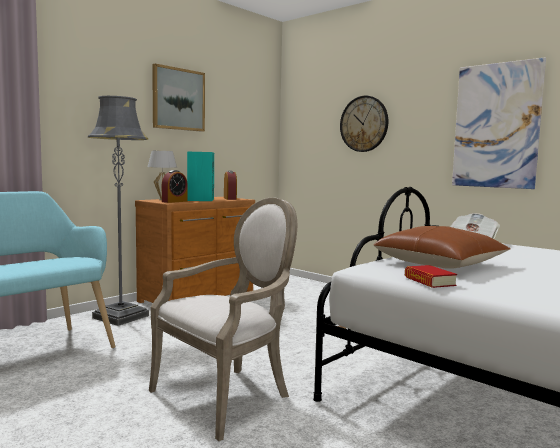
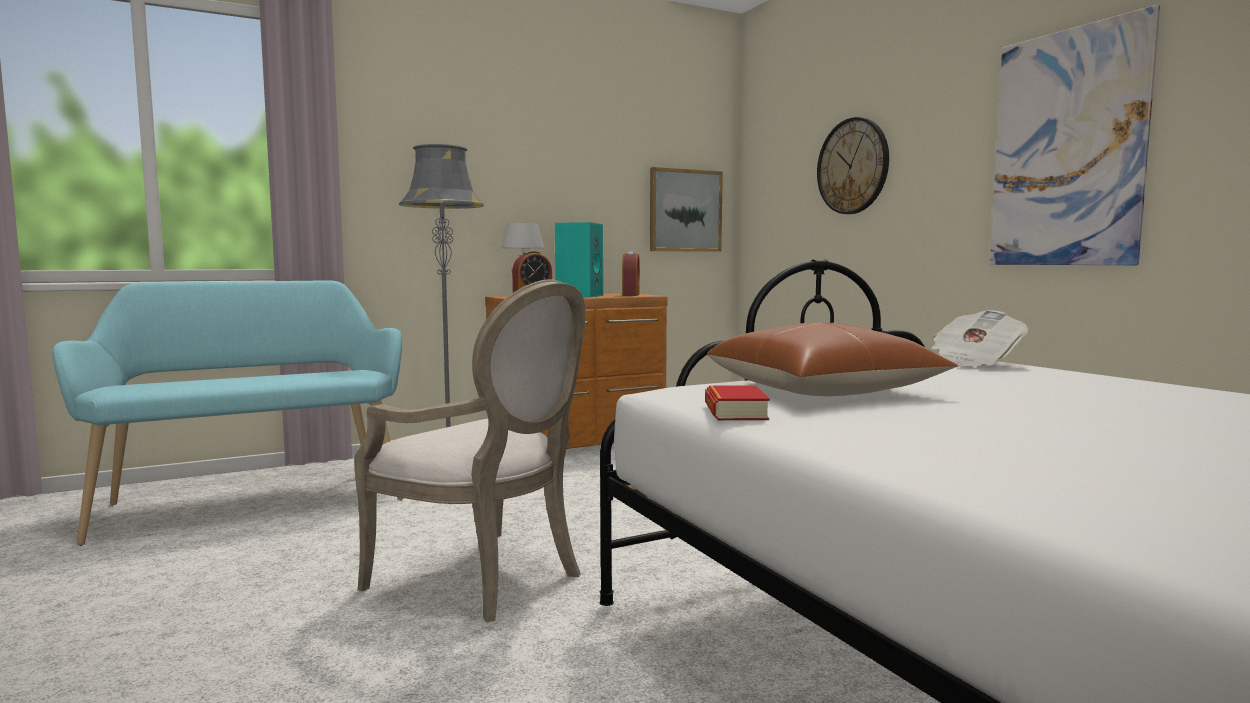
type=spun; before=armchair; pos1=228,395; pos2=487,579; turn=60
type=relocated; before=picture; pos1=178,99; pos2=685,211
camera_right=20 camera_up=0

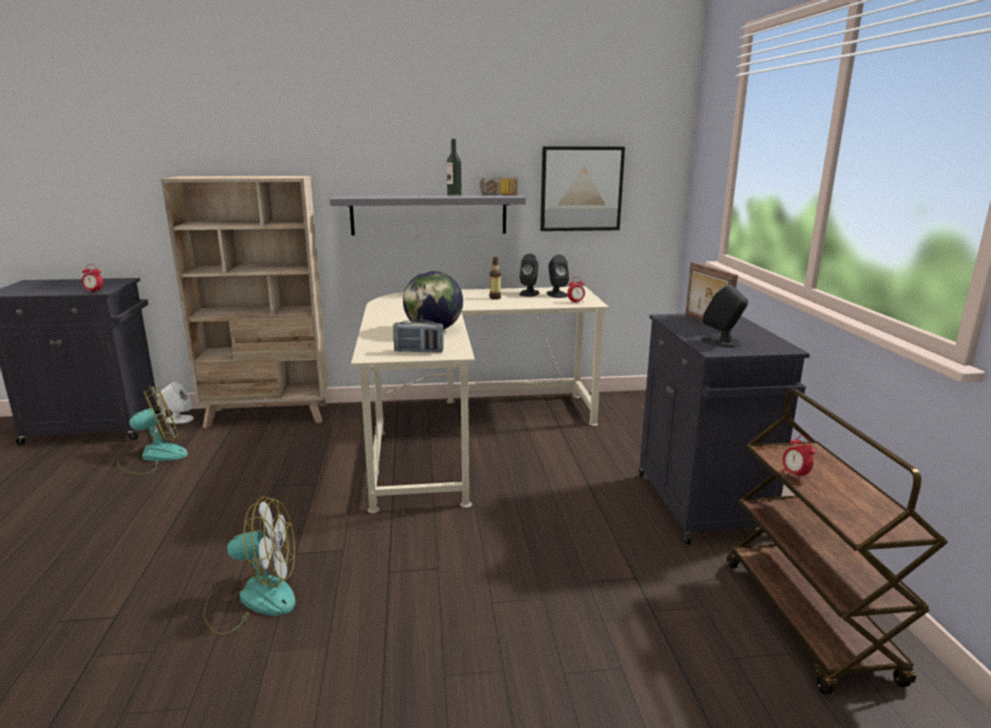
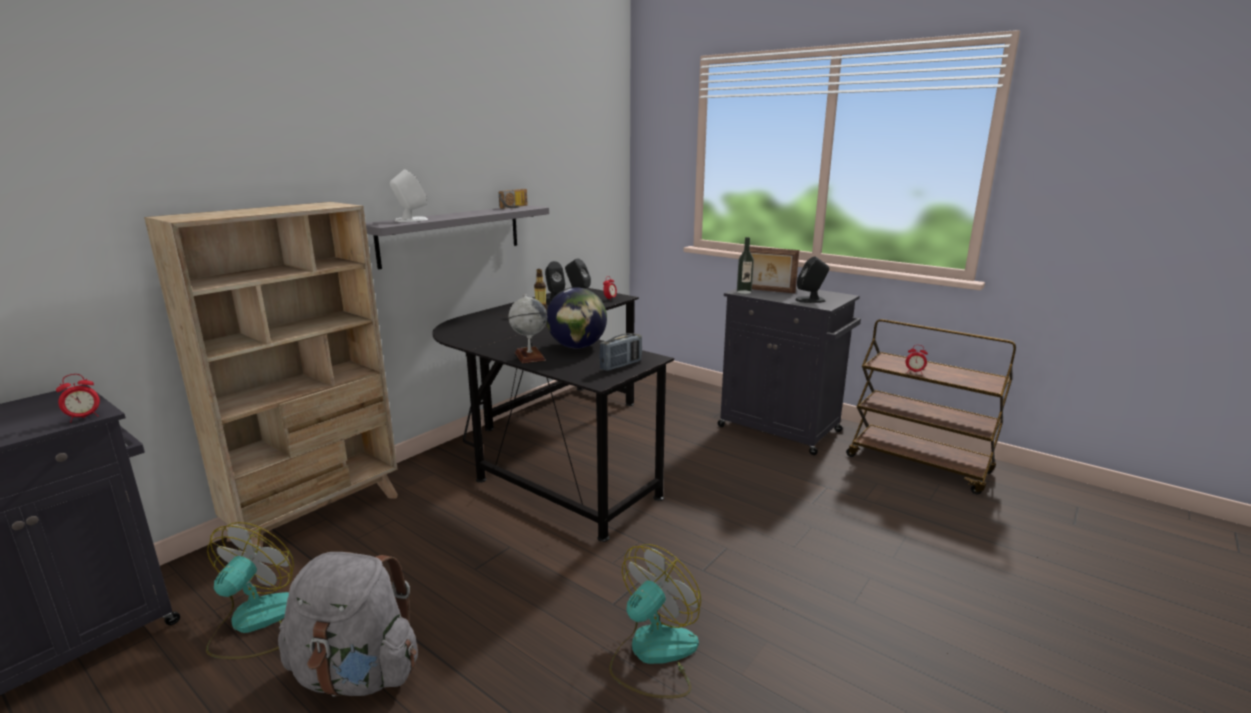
type=appeared; after=backpack (grey); pos2=357,674
type=relocated; before=speaker (white); pos1=179,419; pos2=411,220
type=colour; before=desk (beige); after=desk (black); pos1=464,433; pos2=553,449
type=appeared; after=globe; pos2=529,356
type=relocated; before=bottle; pos1=454,195; pos2=744,292
type=missing; before=picture; pos1=581,189
camera_right=-45 camera_up=0

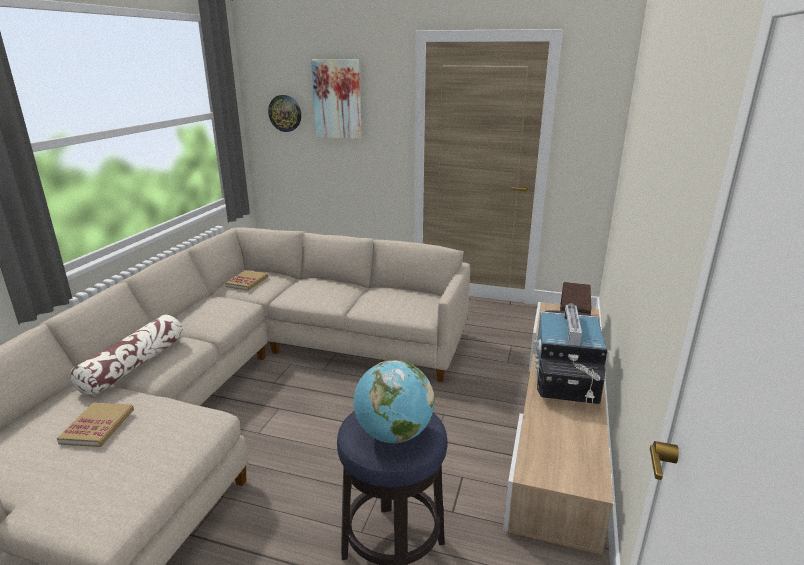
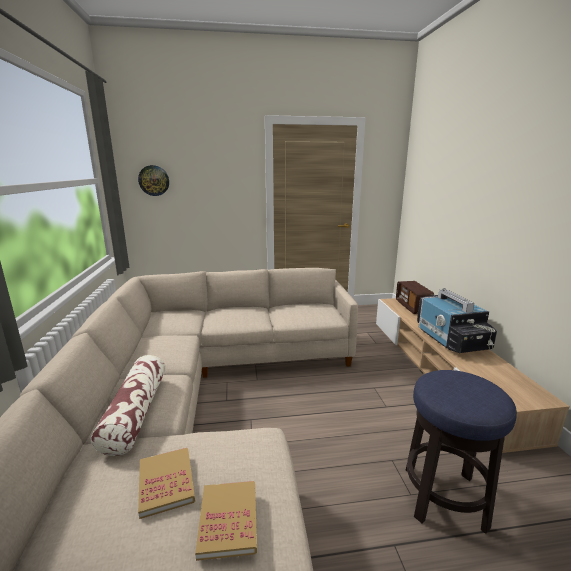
type=relocated; before=book; pos1=247,282; pos2=228,520
type=missing; before=picture; pos1=337,99
type=missing; before=globe; pos1=393,434
camera_right=-25 camera_up=-5

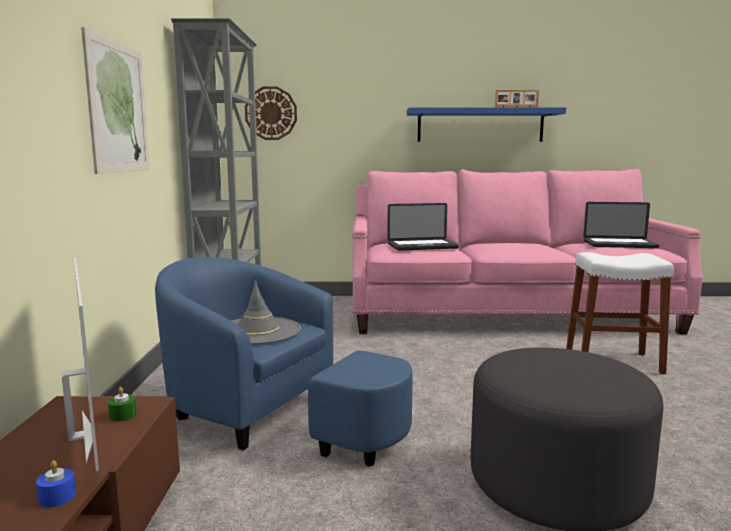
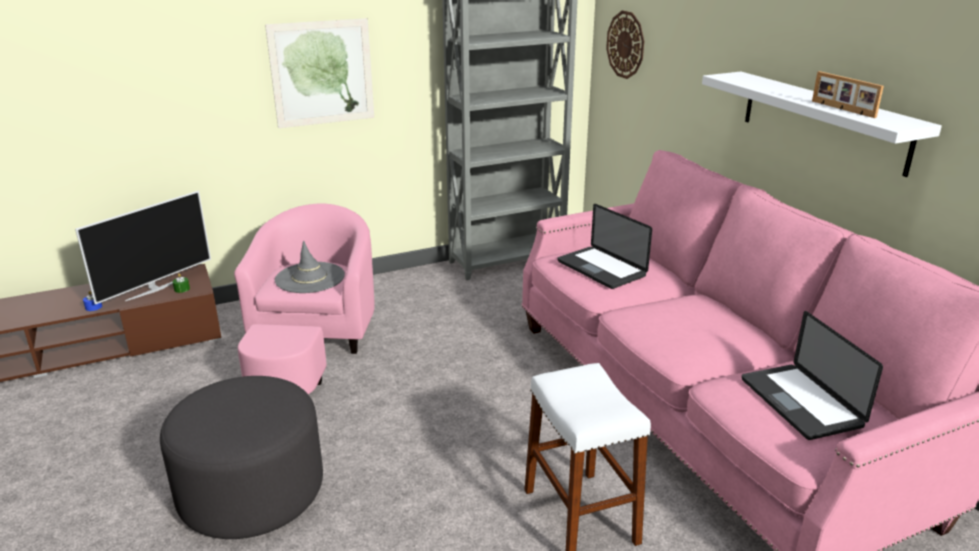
type=colour; before=armchair (blue); after=armchair (pink); pos1=271,418; pos2=312,344
type=colour; before=shelf (blue); after=shelf (white); pos1=480,125; pos2=822,120
camera_right=65 camera_up=15

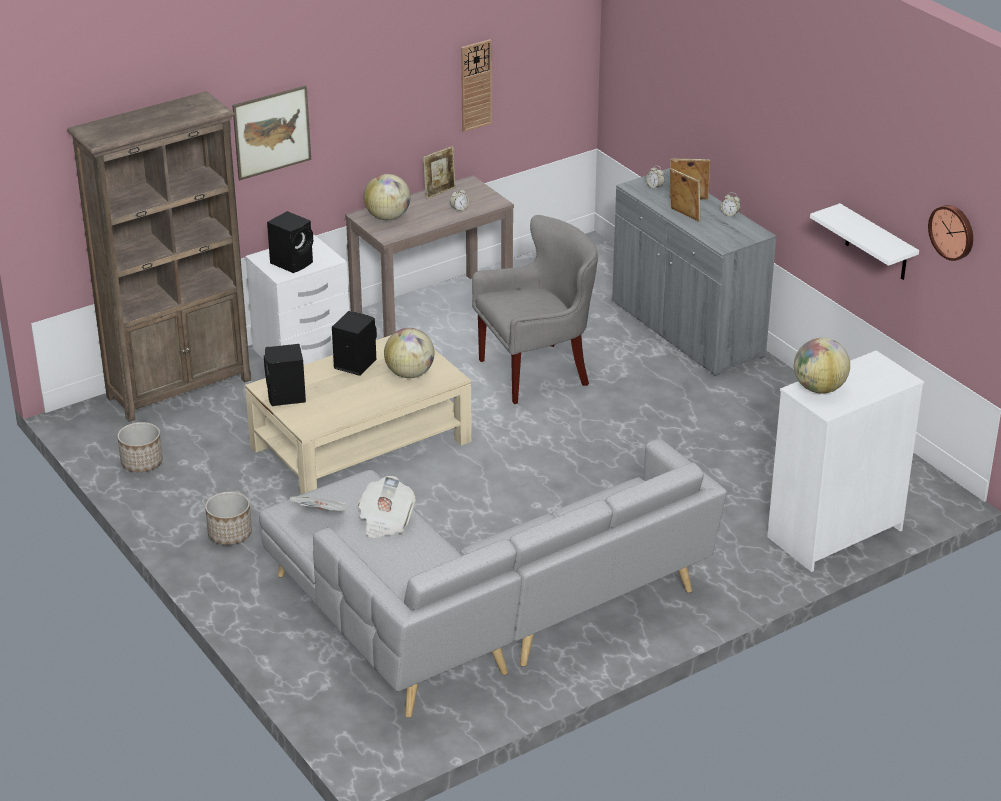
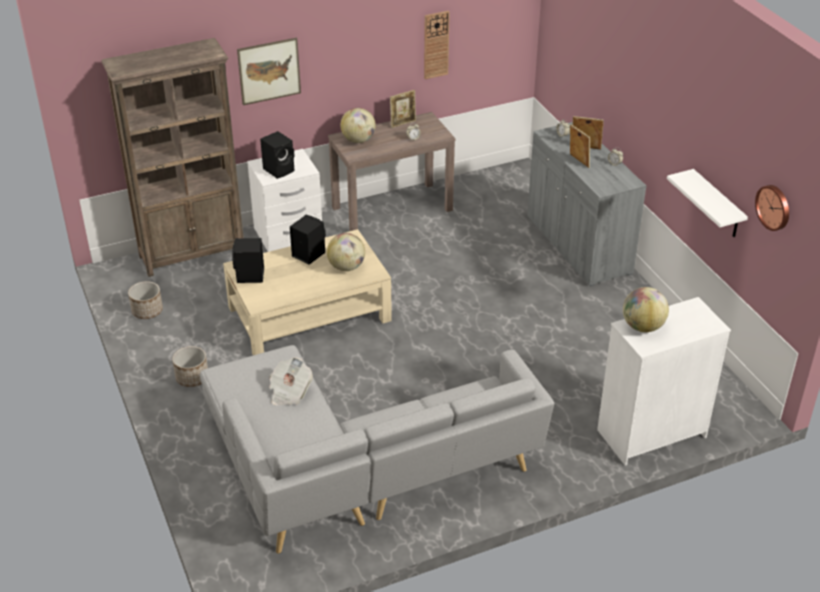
type=missing; before=newspaper; pos1=322,516
type=missing; before=armchair (grey); pos1=537,373
camera_right=10 camera_up=5

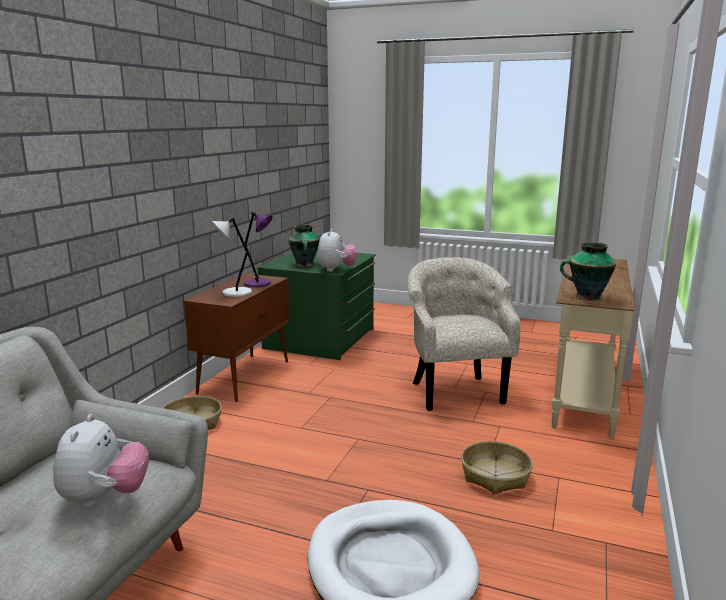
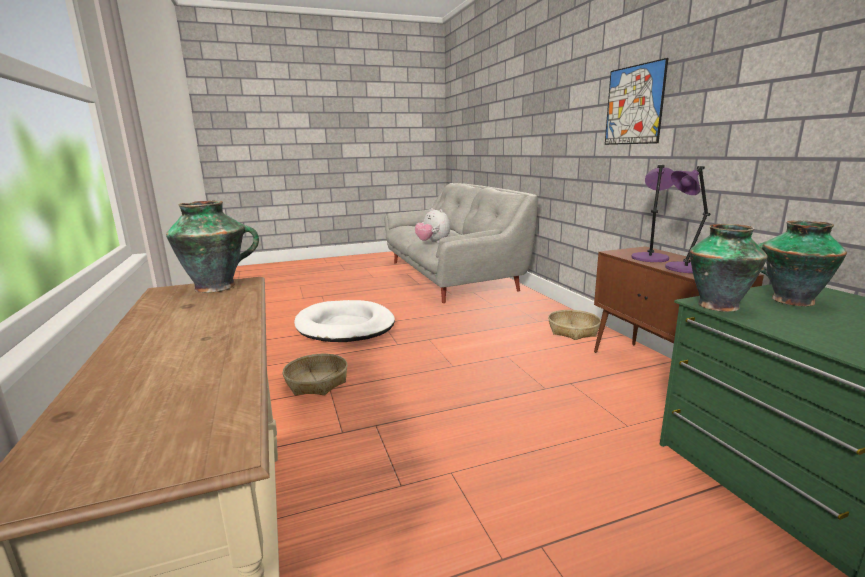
type=appeared; after=picture; pos2=634,105
type=colour; before=table lamp (white); after=table lamp (purple); pos1=235,293; pos2=649,257
type=exchanged; before=plush toy; after=vase; pos1=336,270; pos2=719,305
type=missing; before=armchair (beige); pos1=454,390
camera_right=140 camera_up=0

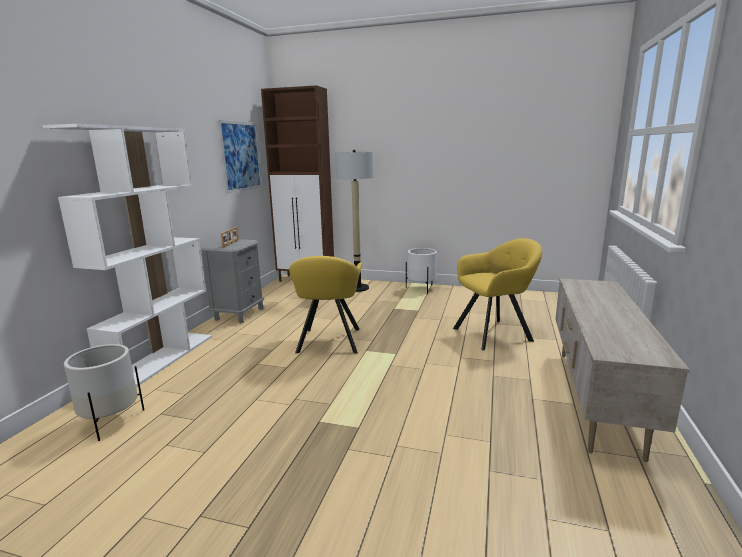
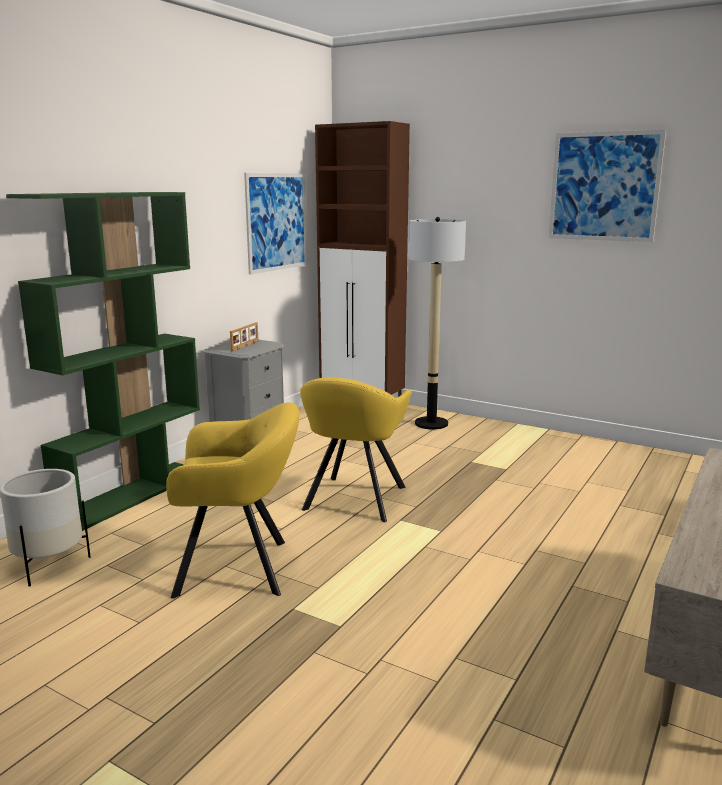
type=colour; before=bookcase (white); after=bookcase (green); pos1=161,358; pos2=133,493
type=relocated; before=armchair (yellow); pos1=495,334; pos2=239,568
type=appeared; after=picture; pos2=604,186
type=missing; before=planter (white); pos1=421,288
camera_right=15 camera_up=0

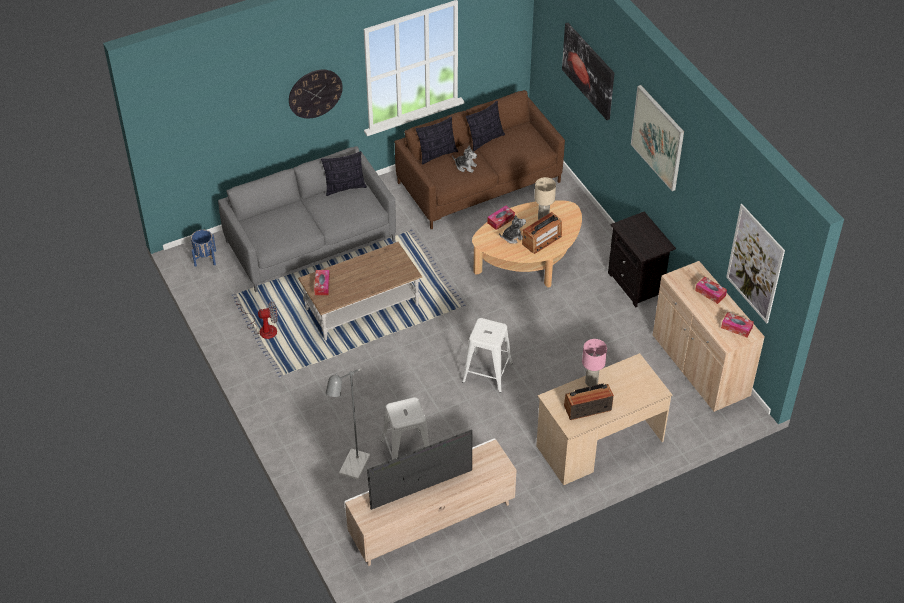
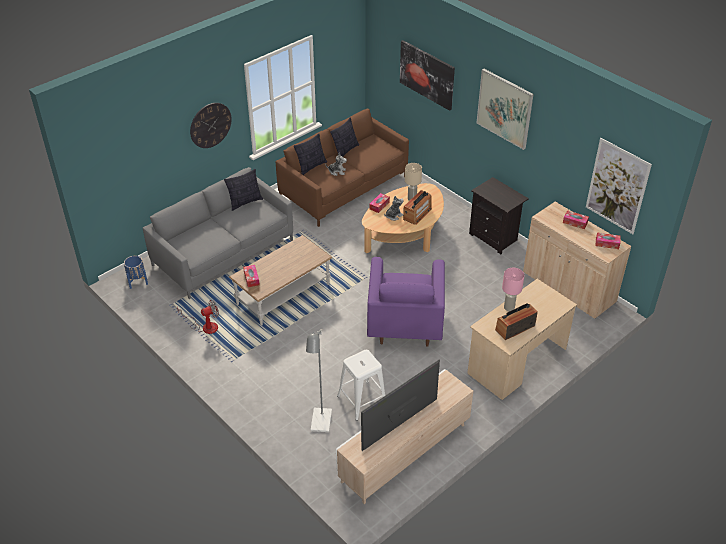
type=exchanged; before=stool (white); after=armchair (purple); pos1=487,372; pos2=404,324
camera_right=-15 camera_up=-5

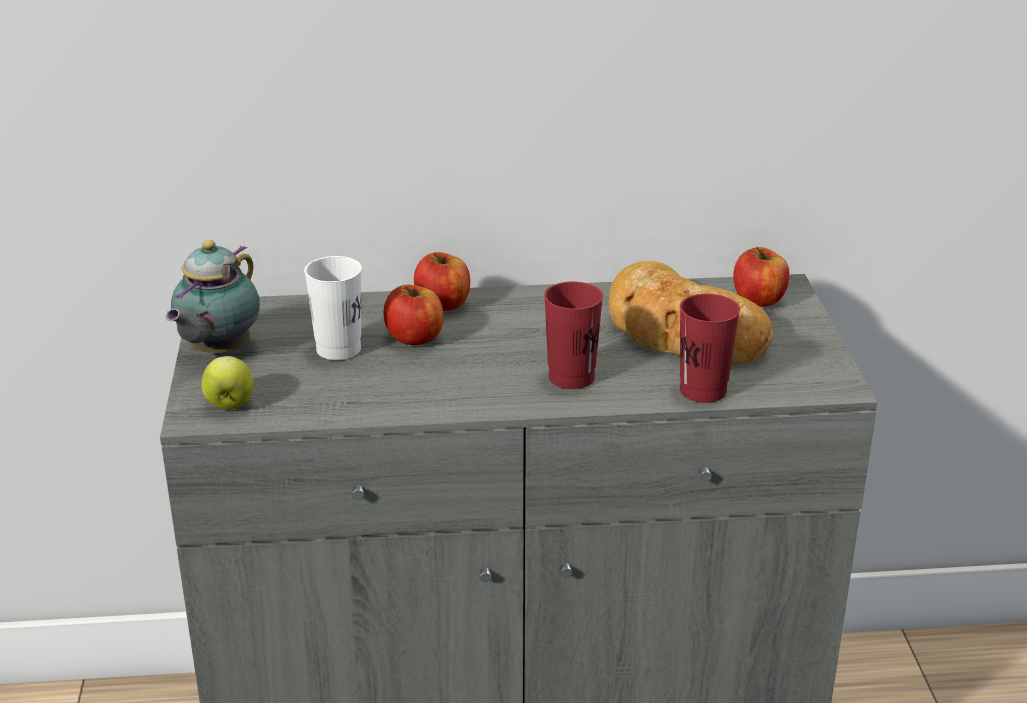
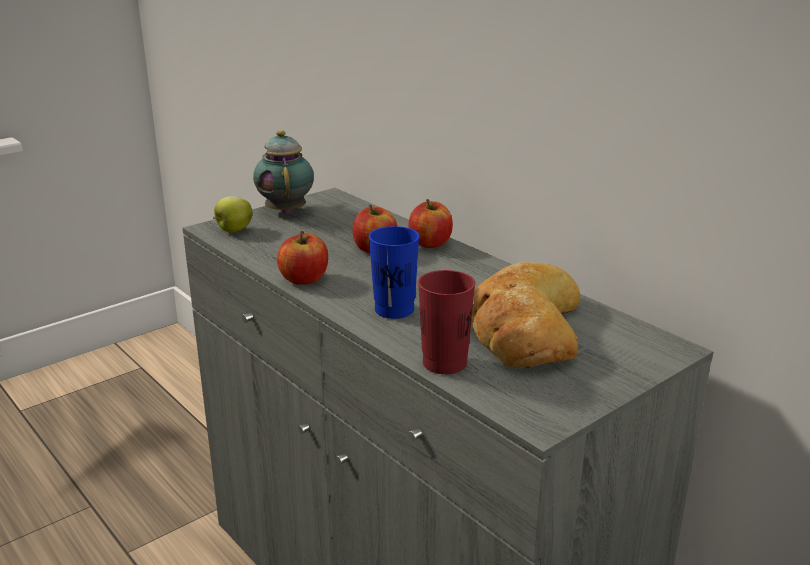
type=spun; before=teapot; pos1=217,352; pos2=286,210; turn=90
type=relocated; before=apple; pos1=759,299; pos2=304,279
type=colour; before=cup (red); after=cup (blue); pos1=571,377; pos2=394,310
type=missing; before=cup (white); pos1=338,349
camera_right=55 camera_up=-5

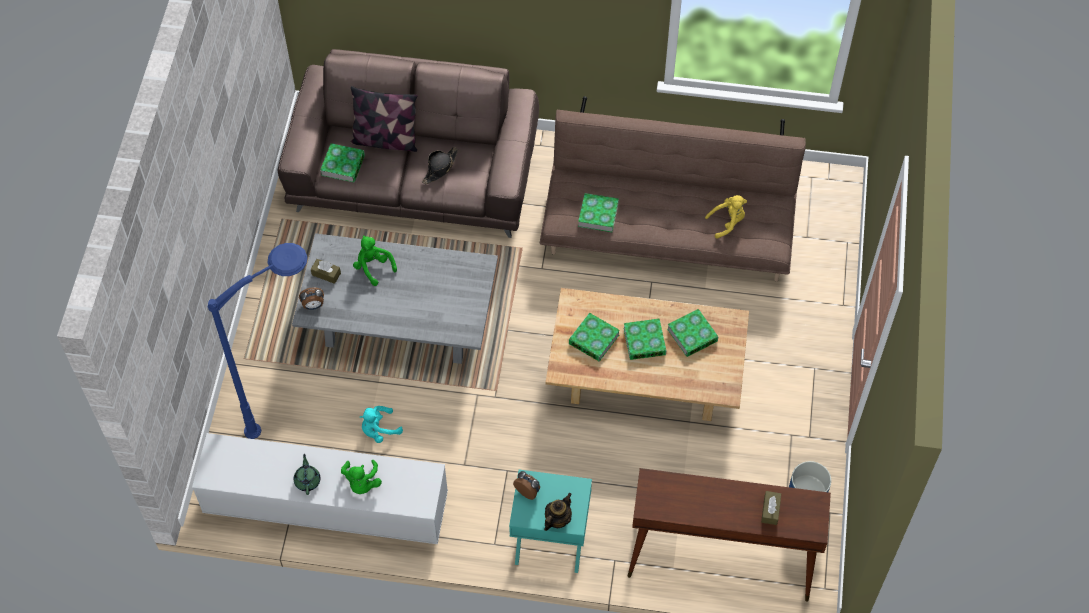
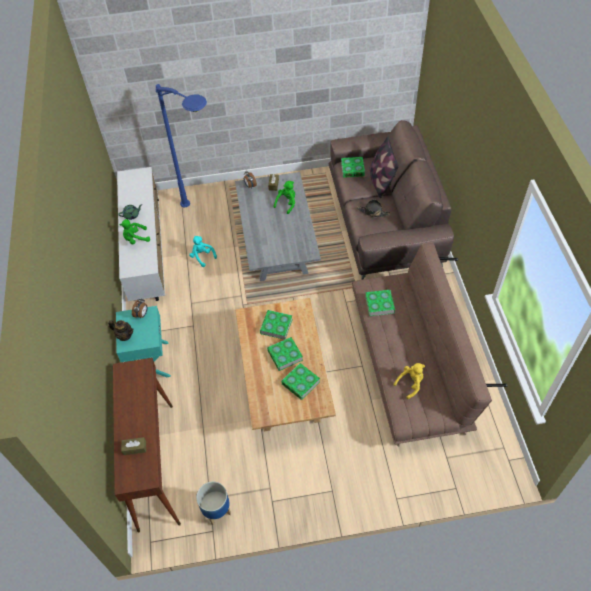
type=spun; before=plush toy (yellow); pos1=727,222; pos2=410,384; turn=-90
camera_right=75 camera_up=-5

